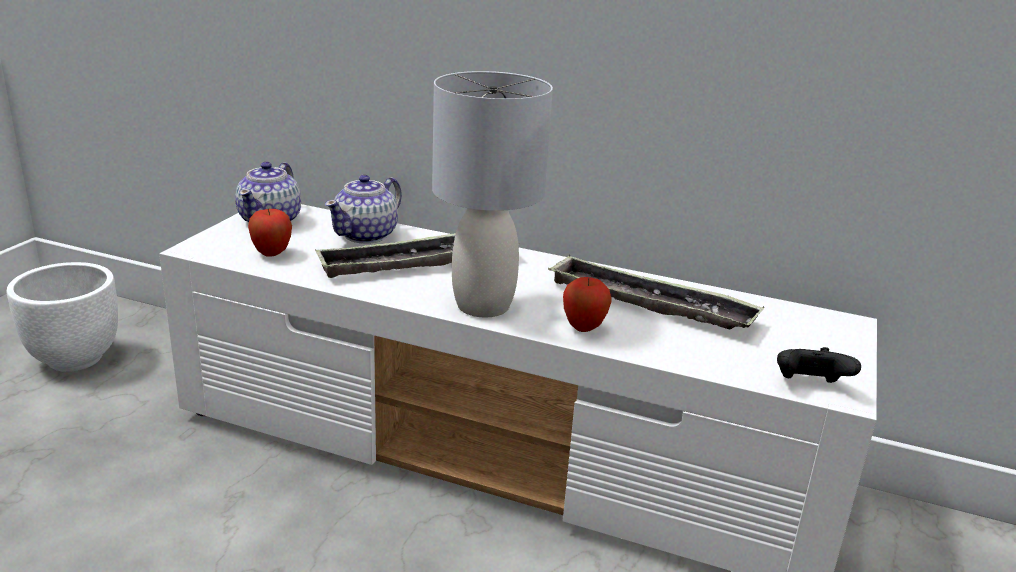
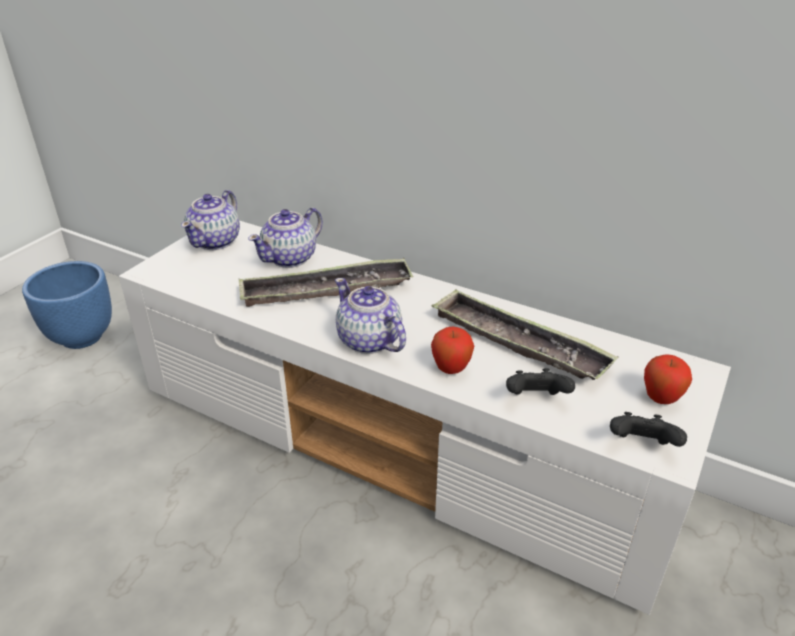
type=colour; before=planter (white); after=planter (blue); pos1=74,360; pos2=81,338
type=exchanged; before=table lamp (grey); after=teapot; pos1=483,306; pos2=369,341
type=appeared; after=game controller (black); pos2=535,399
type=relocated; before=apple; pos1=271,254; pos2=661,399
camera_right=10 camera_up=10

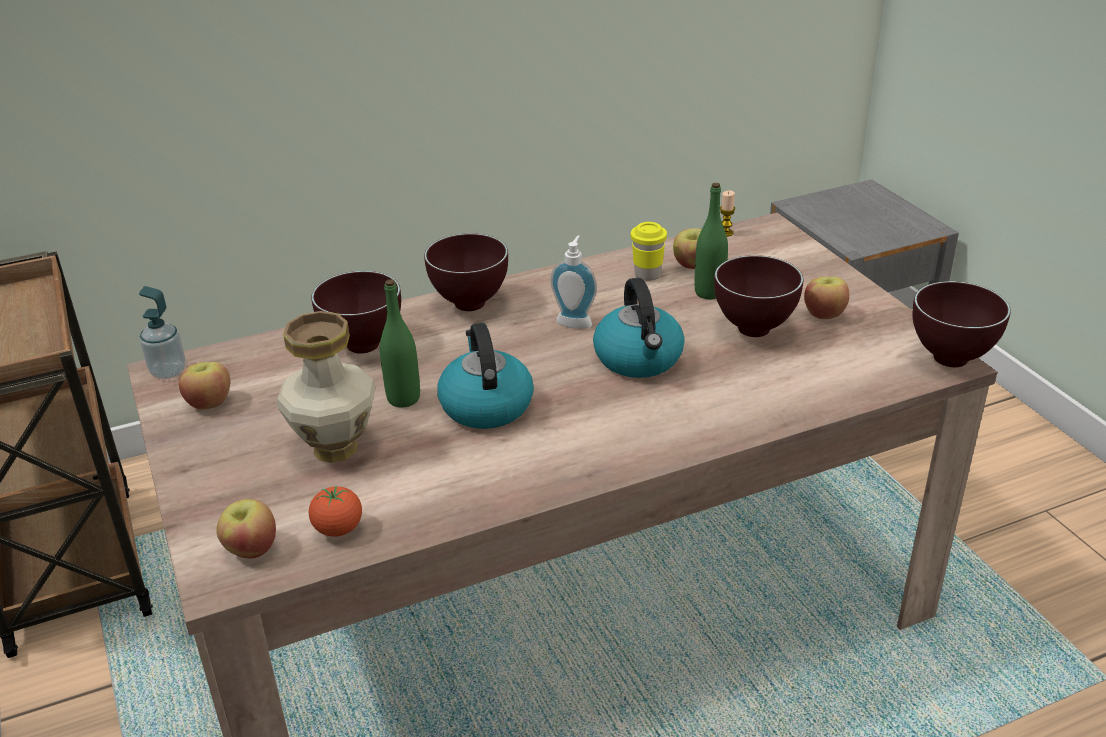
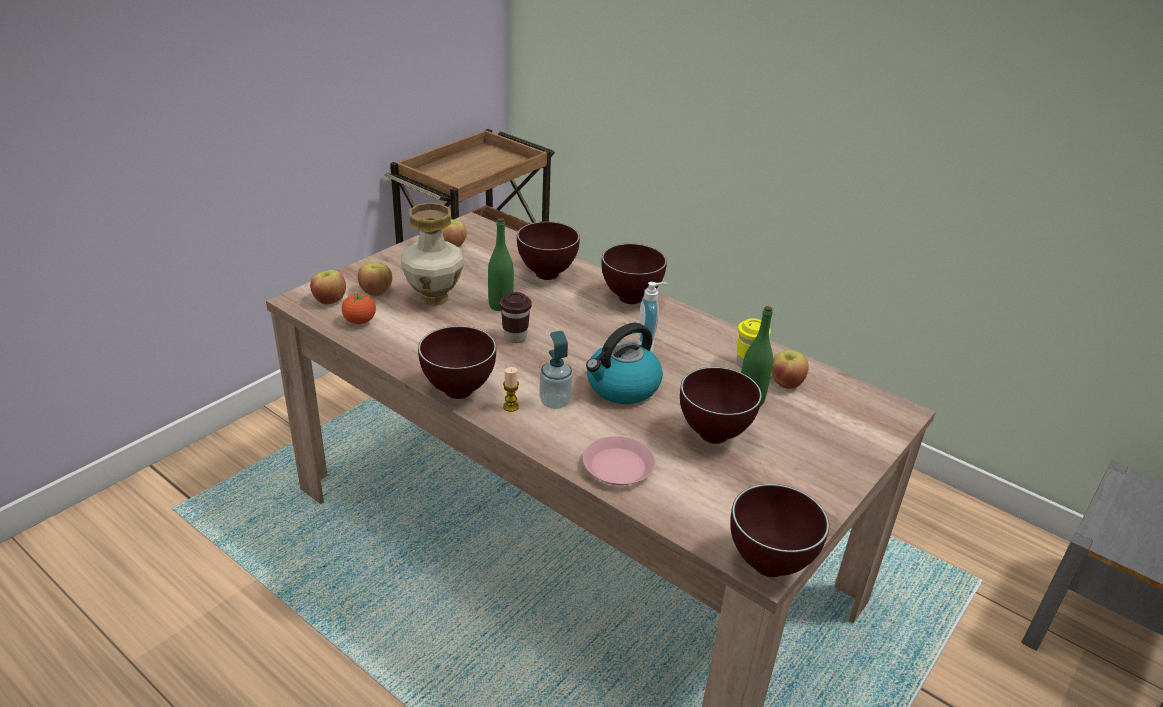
type=relocated; before=apple; pos1=824,314; pos2=376,291
type=appeared; after=bowl (brown); pos2=457,392
type=exchanged; before=kettle; after=cup (brown); pos1=485,405; pos2=515,337
type=relocated; before=candle; pos1=725,233; pos2=510,407
type=relocated; before=soap dispenser; pos1=168,371; pos2=555,402
type=appeared; after=plate (pink); pos2=618,467
camera_right=60 camera_up=0

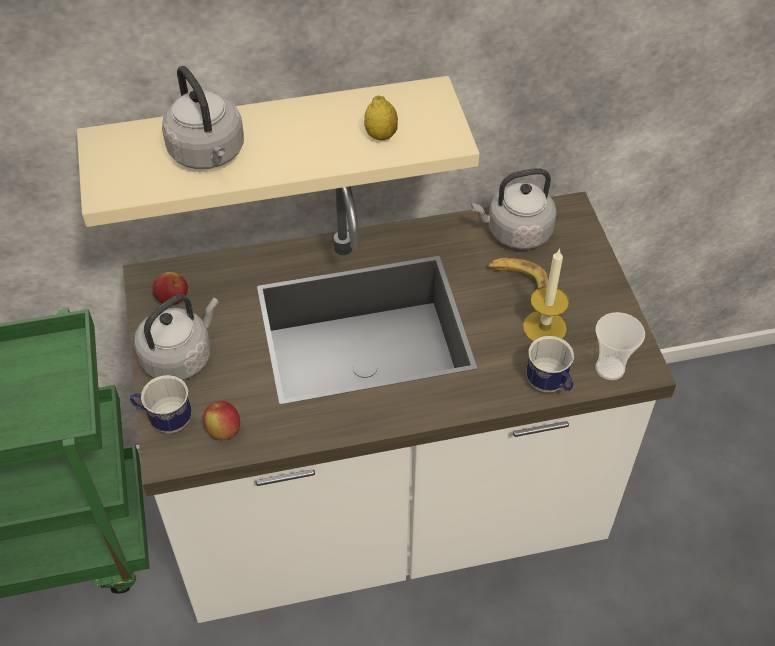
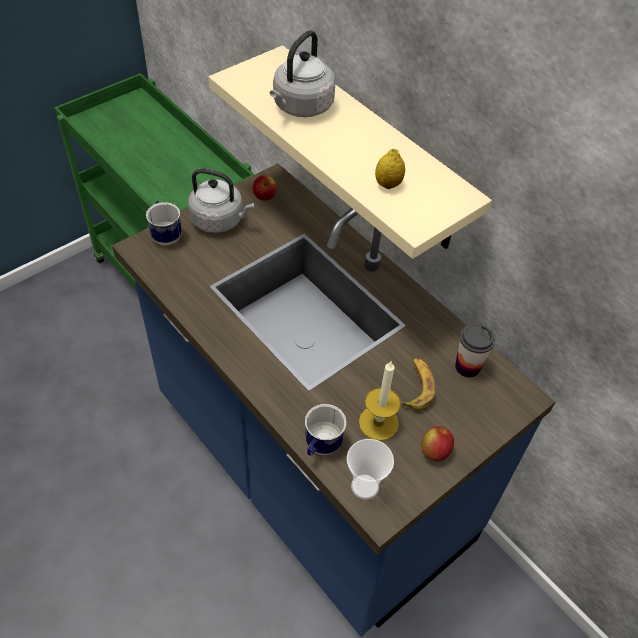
type=colour; before=counter (white); after=counter (blue); pos1=387,514; pos2=309,472
type=relocated; before=apple; pos1=224,430; pos2=435,451
type=exchanged; before=kettle (grey); after=cup; pos1=515,232; pos2=467,367
camera_right=60 camera_up=0

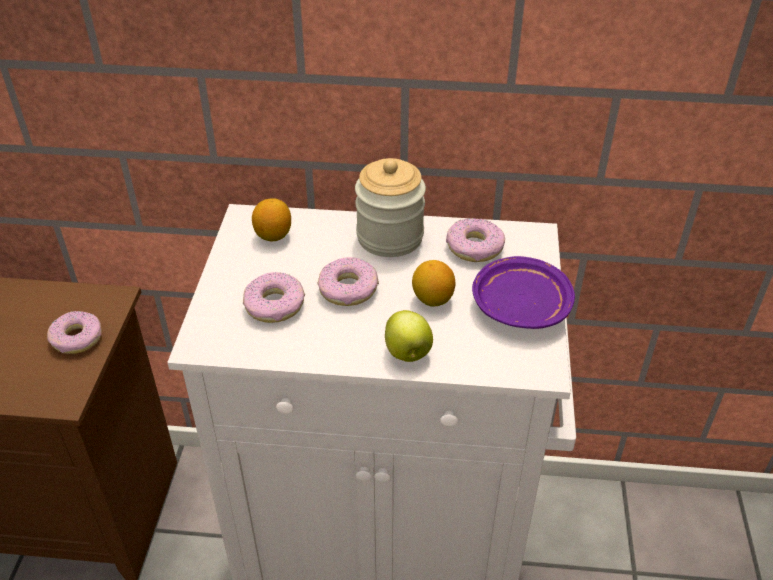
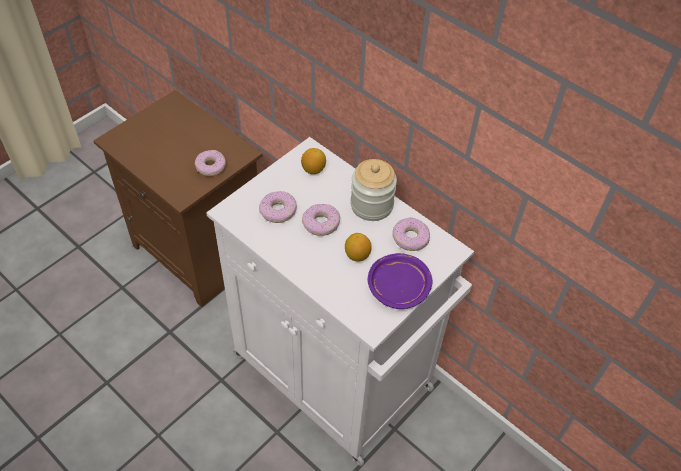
type=missing; before=apple; pos1=408,354
camera_right=35 camera_up=10

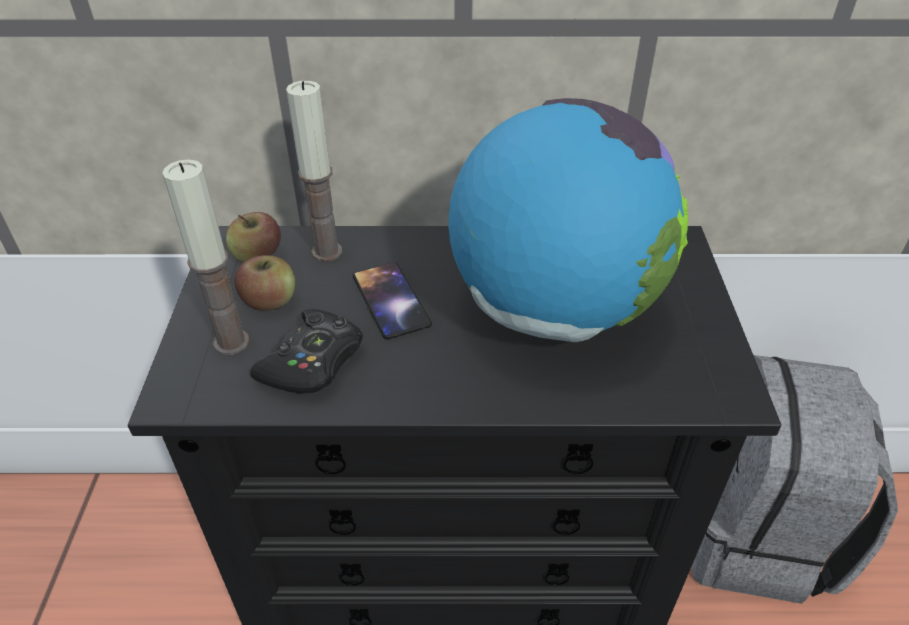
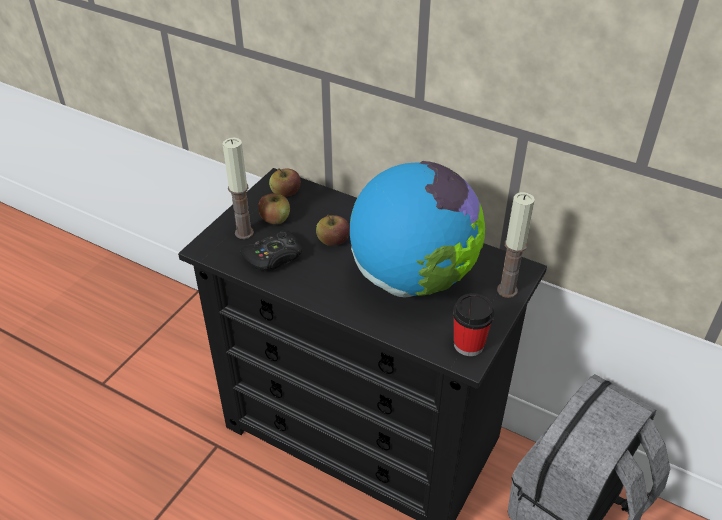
type=exchanged; before=phone; after=apple; pos1=390,300; pos2=333,241
type=appeared; after=cup; pos2=468,344
type=relocated; before=candle; pos1=327,251; pos2=507,290
camera_right=30 camera_up=0

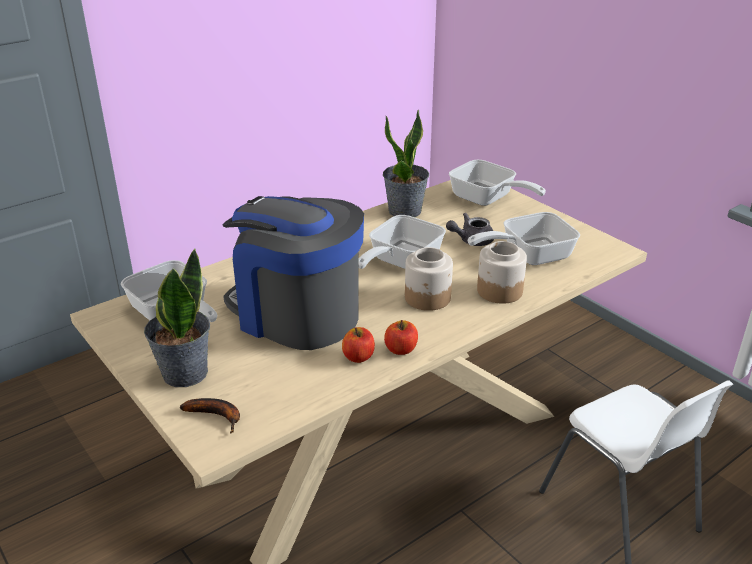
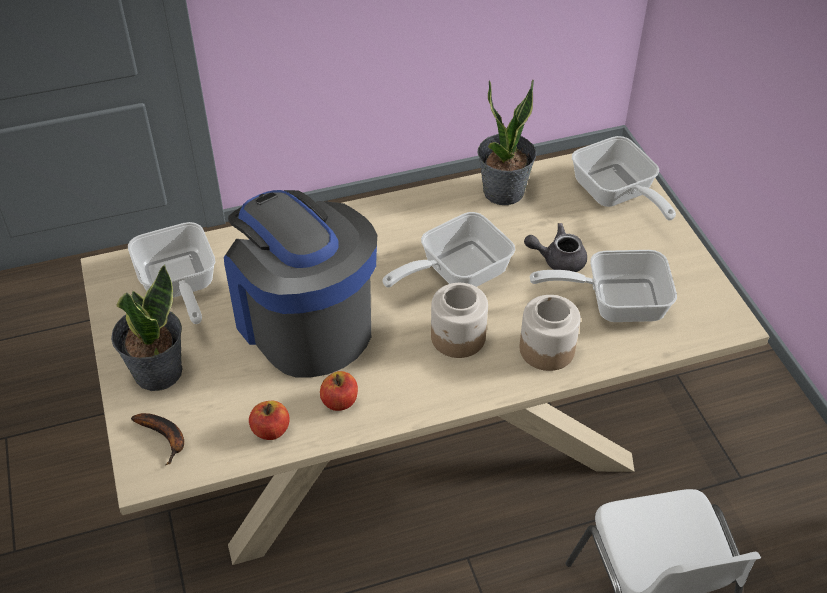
type=relocated; before=apple; pos1=401,349; pos2=271,430
camera_right=20 camera_up=15

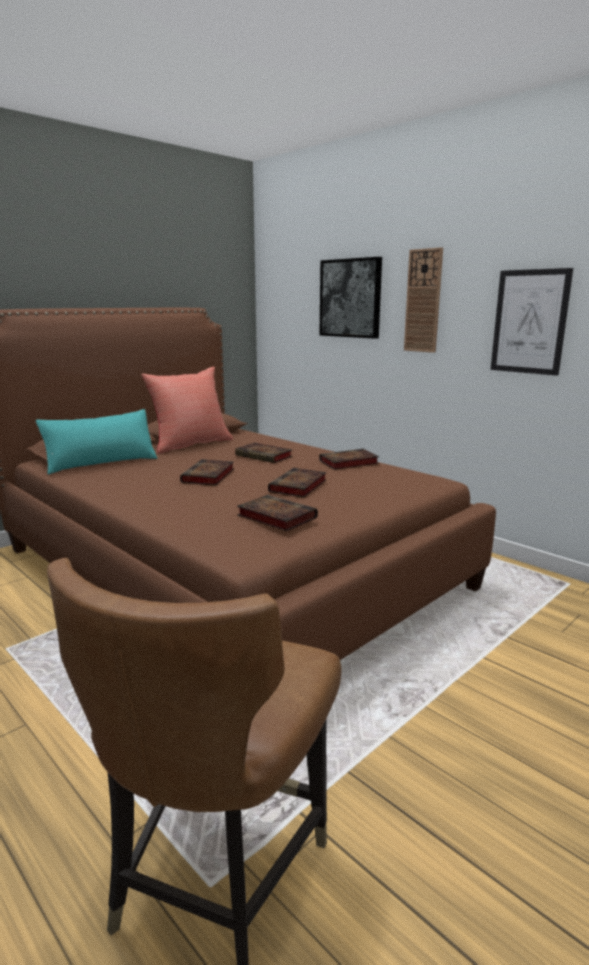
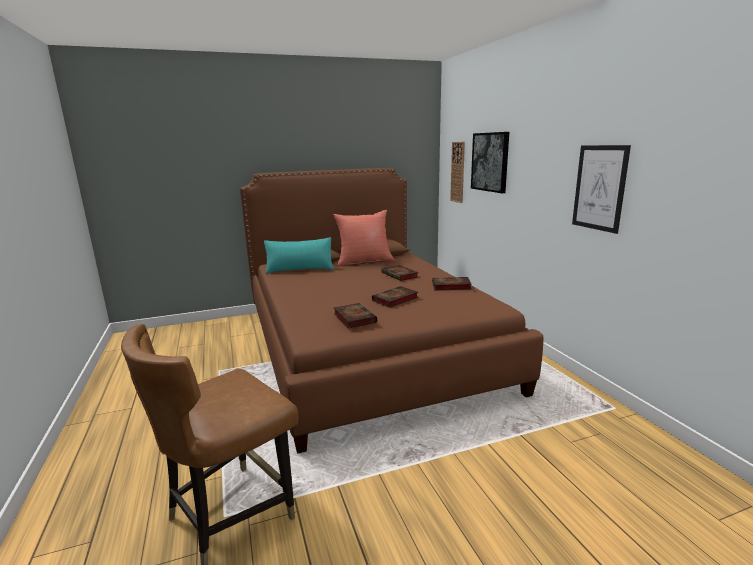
type=relocated; before=wall clock; pos1=423,301; pos2=458,172
type=missing; before=book; pos1=208,476
camera_right=25 camera_up=0

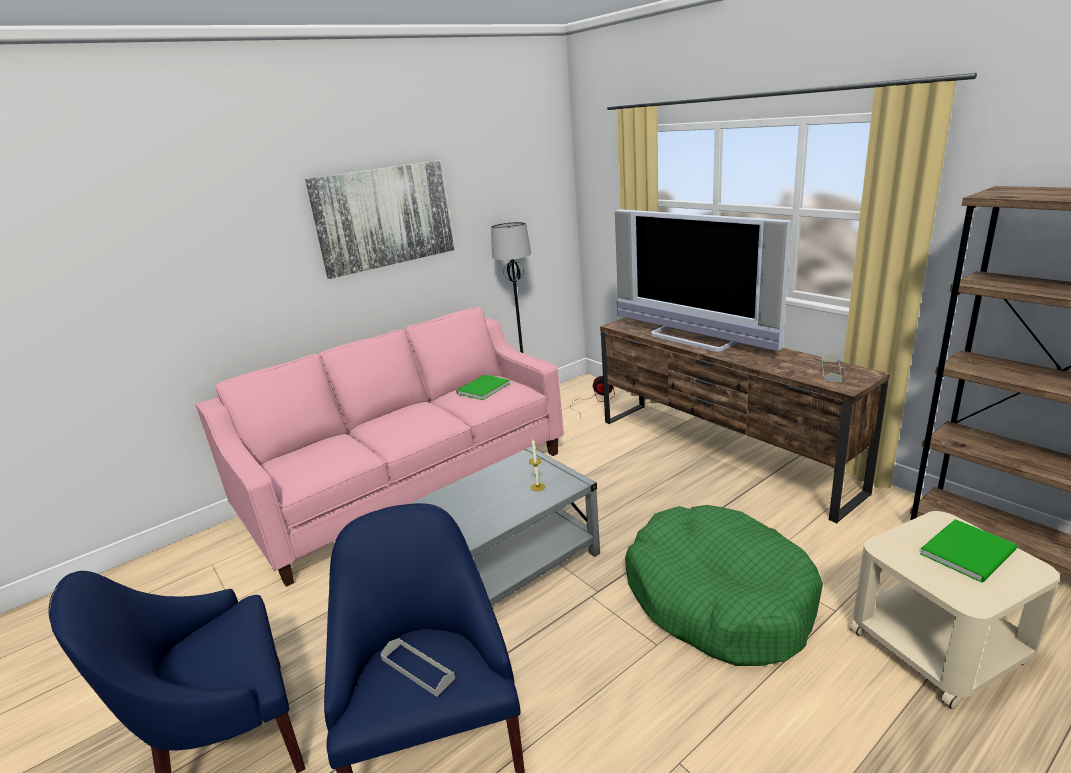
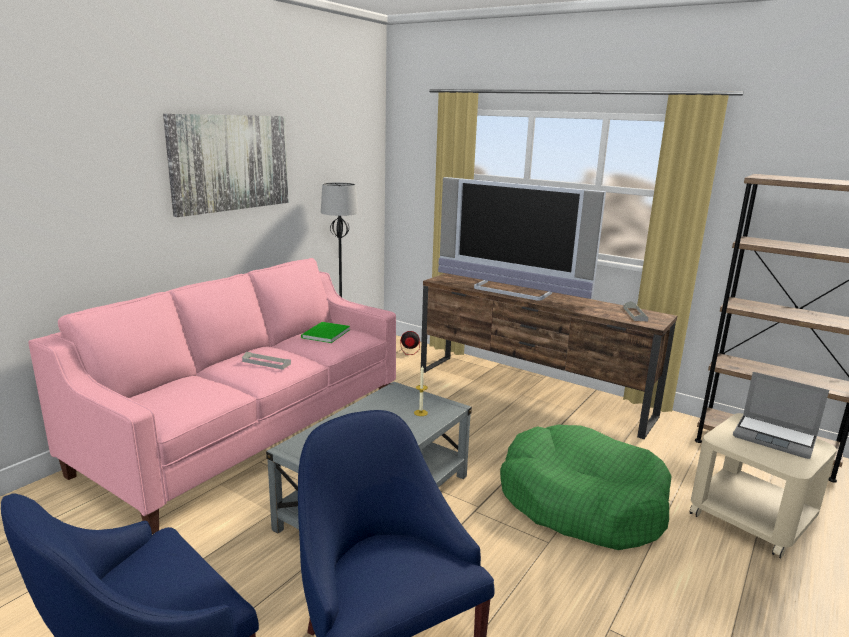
type=relocated; before=tray (grey); pos1=417,669; pos2=266,363
type=exchanged; before=book (green); after=laptop; pos1=970,552; pos2=775,437
camera_right=-20 camera_up=-5

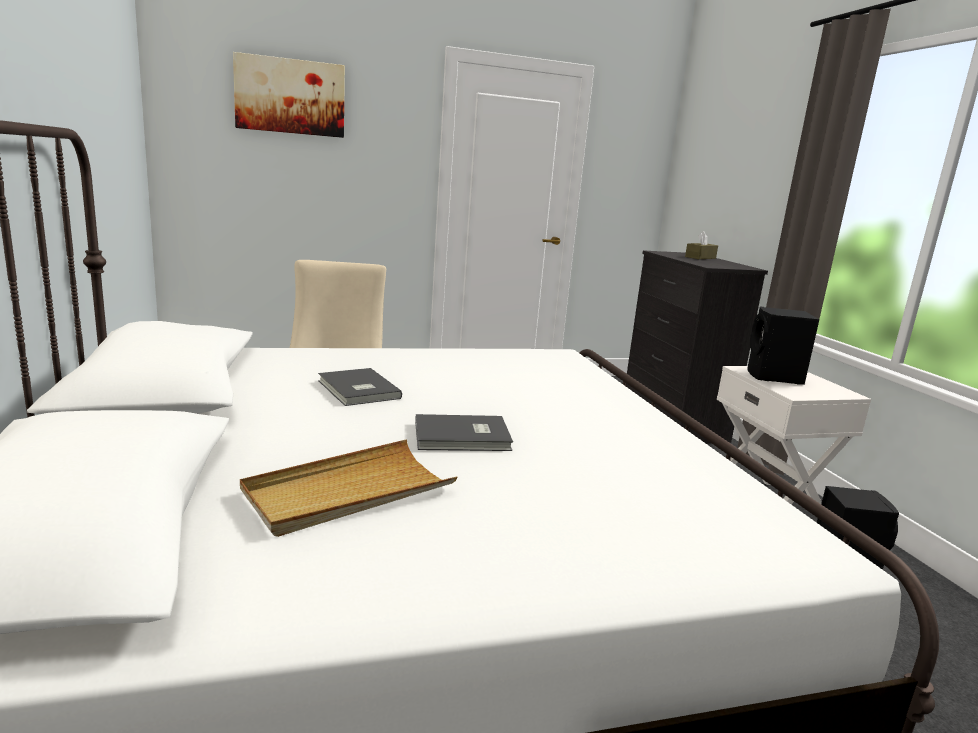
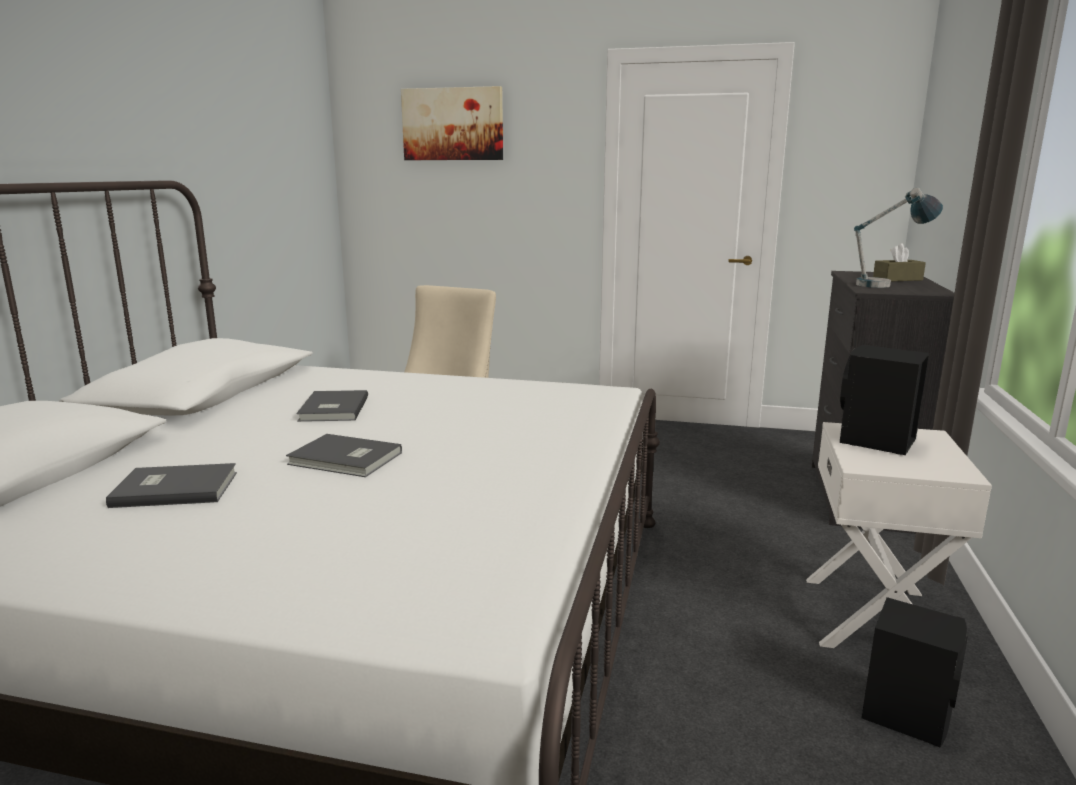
type=exchanged; before=tray (beige); after=book (grey); pos1=348,492; pos2=174,488
type=appeared; after=table lamp; pos2=888,285
camera_right=30 camera_up=0

